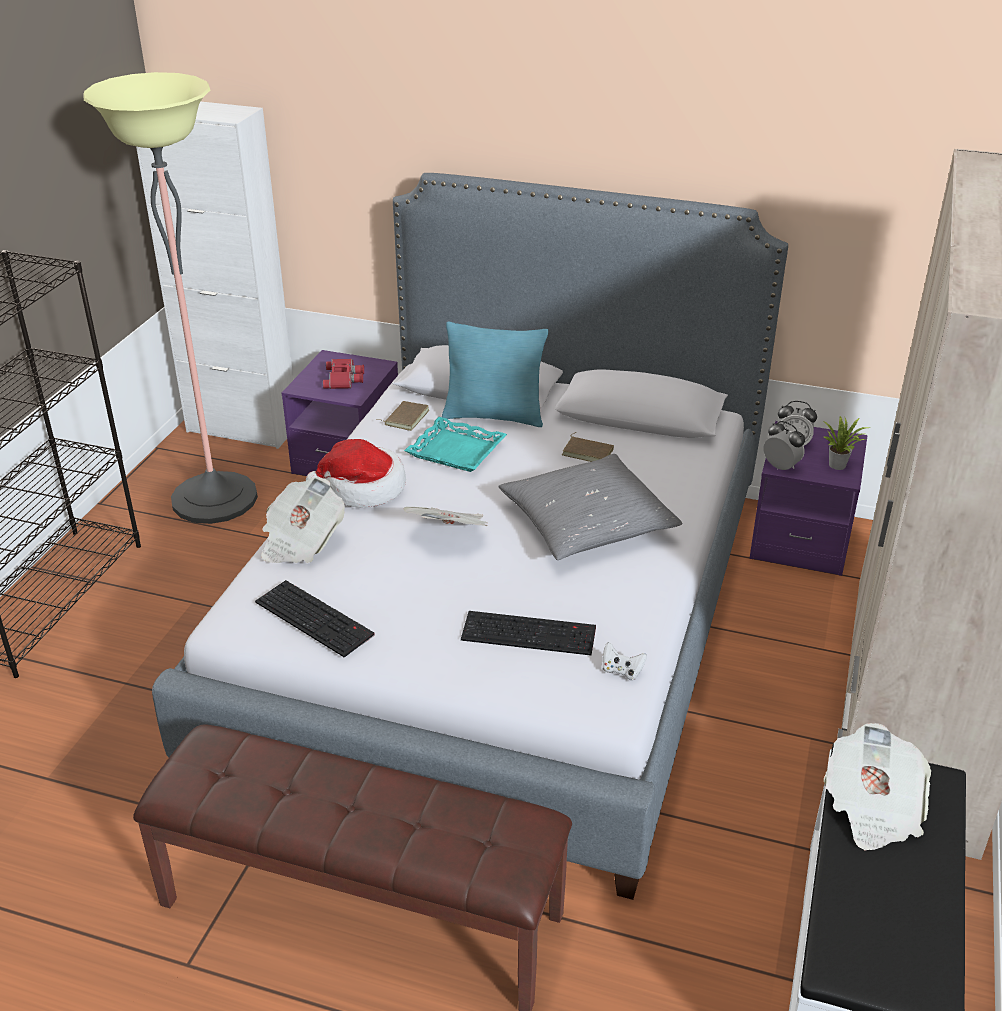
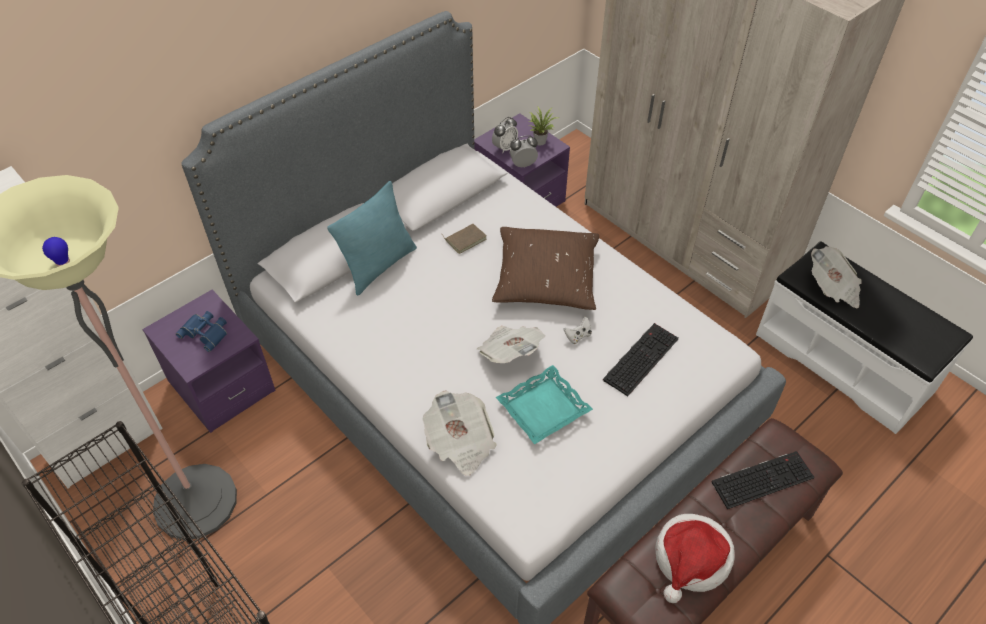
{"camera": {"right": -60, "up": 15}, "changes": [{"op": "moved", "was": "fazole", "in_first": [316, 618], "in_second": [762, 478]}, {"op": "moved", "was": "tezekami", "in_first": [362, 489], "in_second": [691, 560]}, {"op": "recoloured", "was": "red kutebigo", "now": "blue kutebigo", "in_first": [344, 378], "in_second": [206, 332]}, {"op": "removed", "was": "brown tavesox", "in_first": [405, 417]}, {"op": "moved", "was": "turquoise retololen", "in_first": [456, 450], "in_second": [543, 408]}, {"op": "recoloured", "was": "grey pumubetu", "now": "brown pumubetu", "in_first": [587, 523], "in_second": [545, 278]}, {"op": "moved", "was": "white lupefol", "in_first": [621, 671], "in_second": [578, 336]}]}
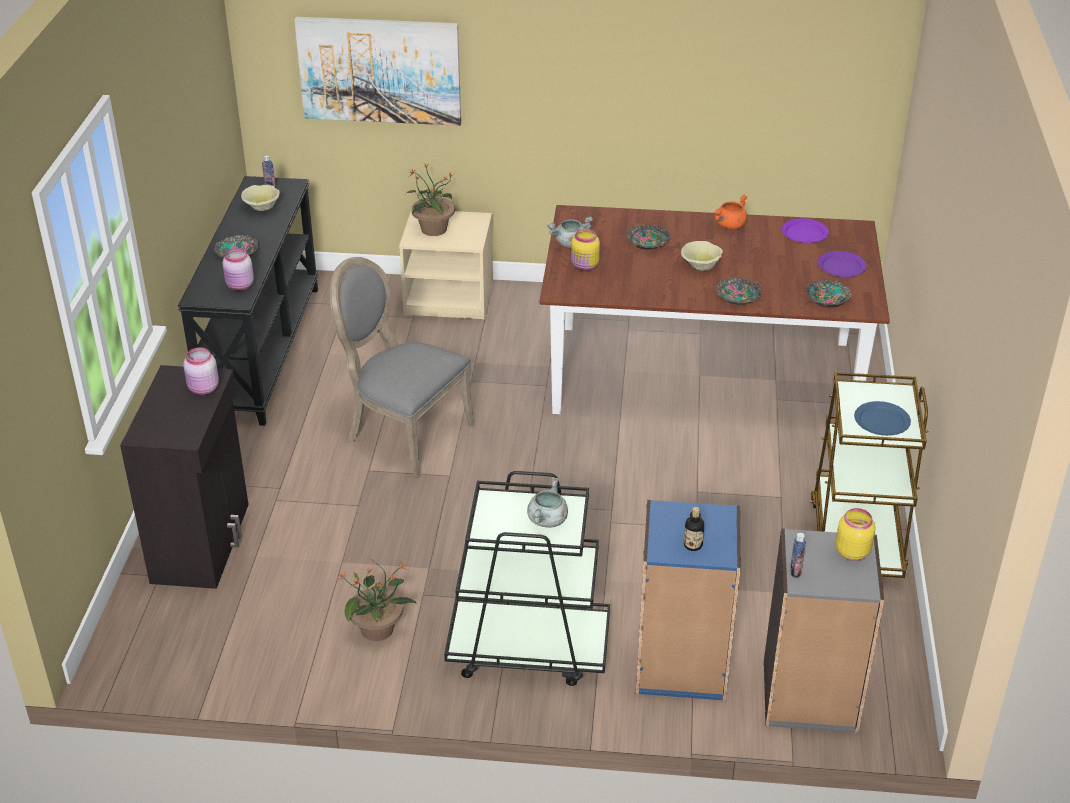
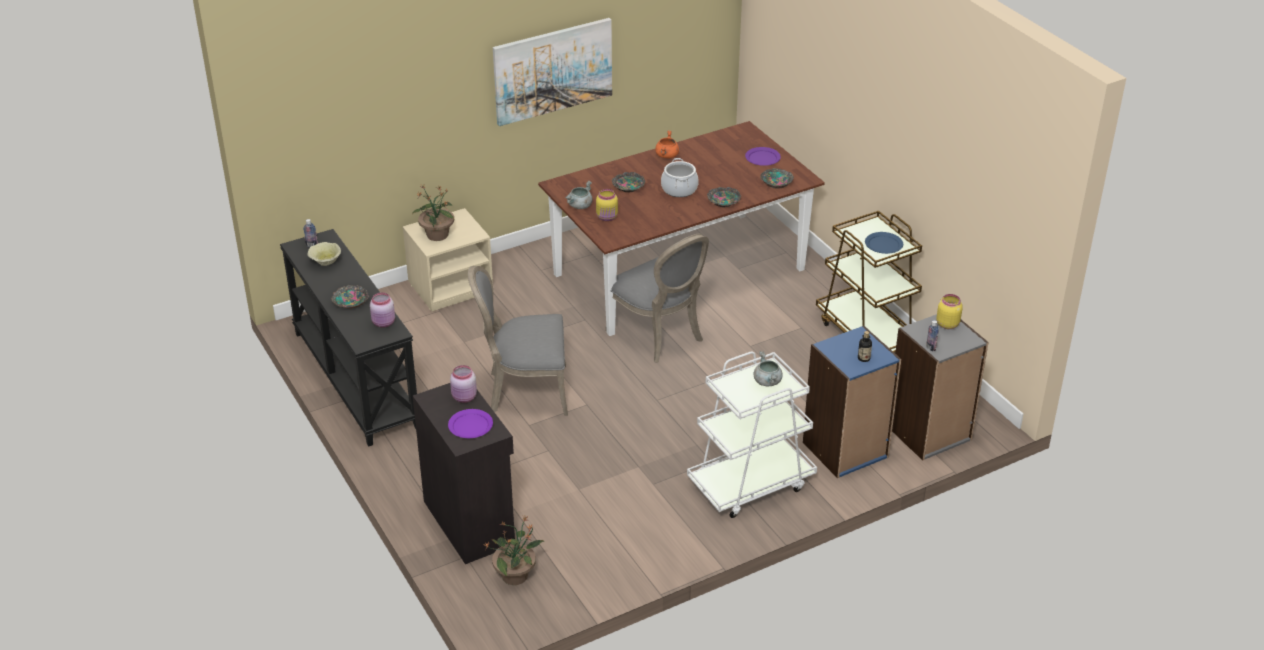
{"camera": {"right": -35, "up": 0}, "changes": [{"op": "moved", "was": "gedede", "in_first": [379, 70], "in_second": [552, 70]}, {"op": "moved", "was": "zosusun", "in_first": [378, 629], "in_second": [516, 575]}, {"op": "recoloured", "was": "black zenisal", "now": "white zenisal", "in_first": [527, 648], "in_second": [750, 483]}, {"op": "replaced", "was": "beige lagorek", "now": "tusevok", "in_first": [701, 265], "in_second": [679, 189]}, {"op": "moved", "was": "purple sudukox", "in_first": [805, 233], "in_second": [471, 425]}, {"op": "added", "now": "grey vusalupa", "in_second": [659, 336]}]}
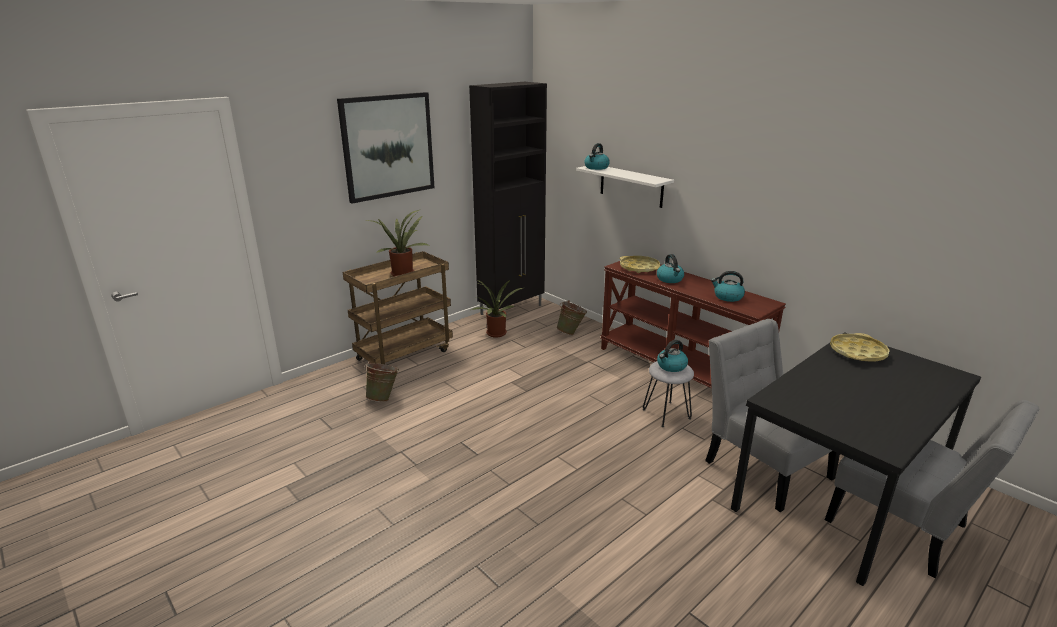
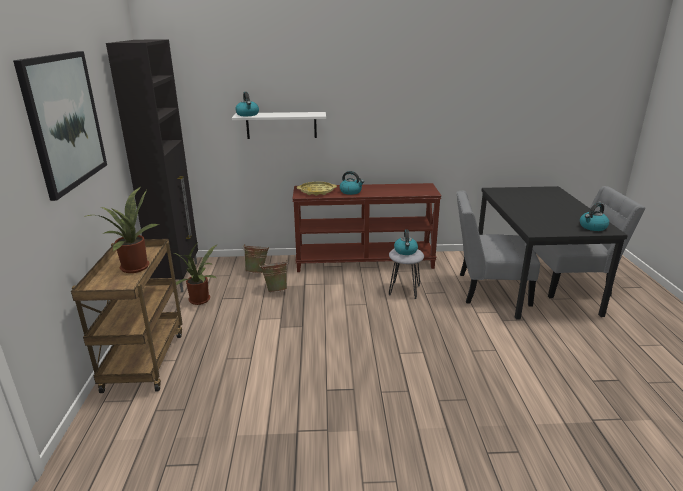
{"camera": {"right": -50, "up": 0}, "changes": [{"op": "moved", "was": "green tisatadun", "in_first": [383, 398], "in_second": [276, 290]}, {"op": "moved", "was": "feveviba", "in_first": [727, 297], "in_second": [592, 227]}, {"op": "removed", "was": "yellow retololen", "in_first": [857, 352]}]}
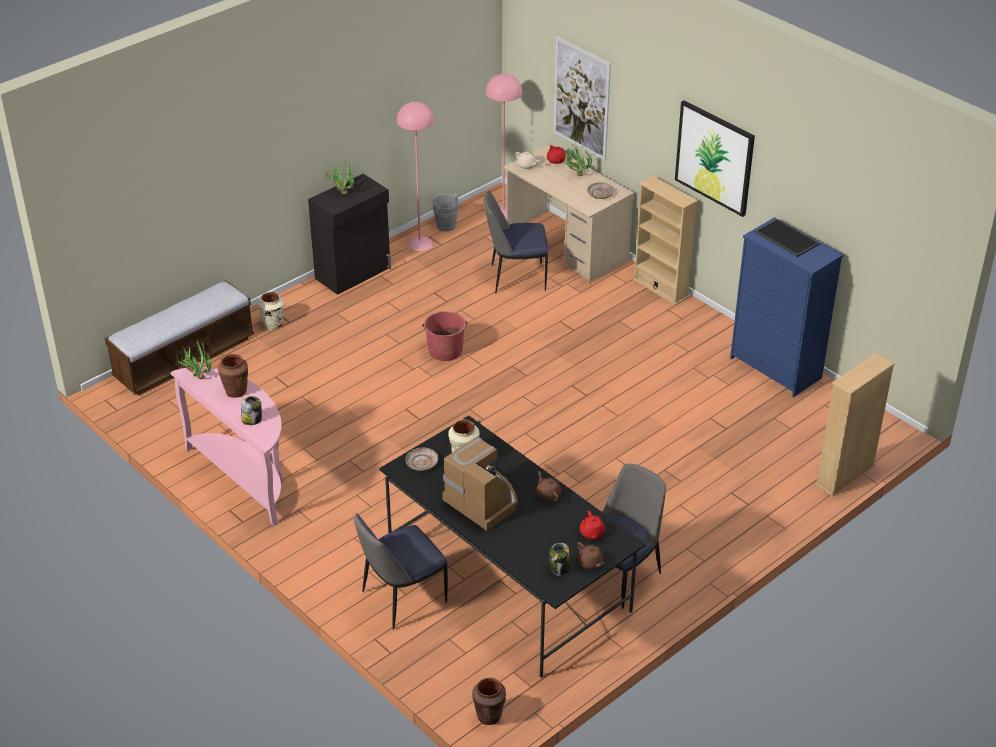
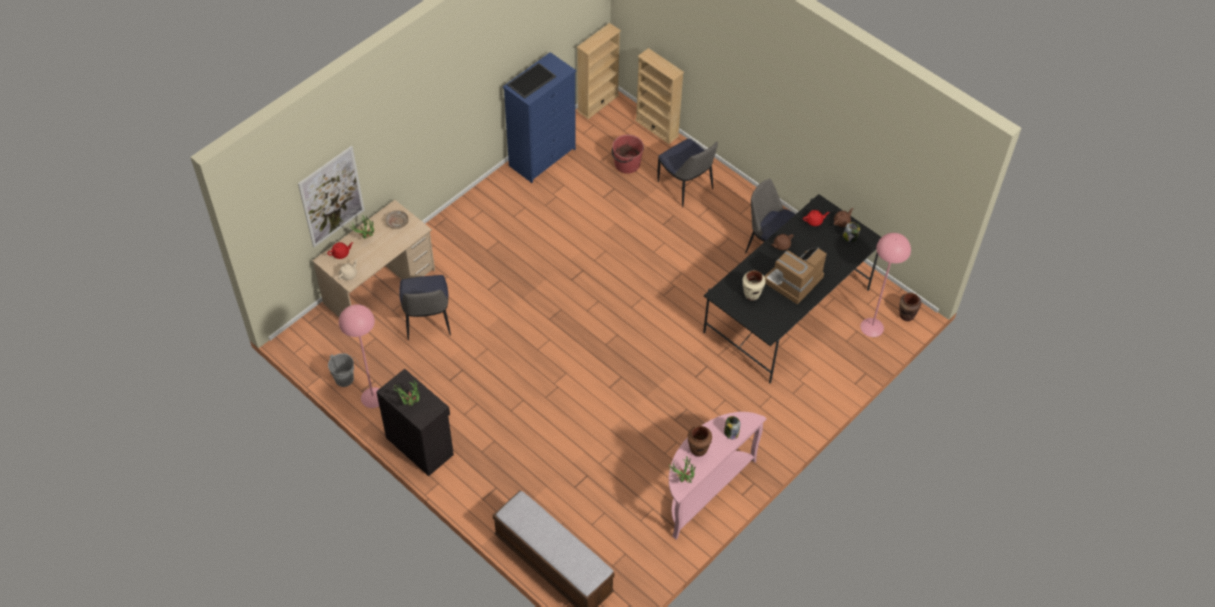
{"camera": {"right": -95, "up": 15}, "changes": [{"op": "removed", "was": "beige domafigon", "in_first": [273, 324]}, {"op": "moved", "was": "vusalupa", "in_first": [402, 598], "in_second": [686, 187]}, {"op": "removed", "was": "beige sudukox", "in_first": [422, 463]}, {"op": "moved", "was": "red tisatadun", "in_first": [445, 350], "in_second": [626, 164]}, {"op": "moved", "was": "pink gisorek", "in_first": [503, 214], "in_second": [872, 327]}, {"op": "moved", "was": "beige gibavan", "in_first": [660, 288], "in_second": [598, 103]}, {"op": "removed", "was": "gedede", "in_first": [714, 157]}]}
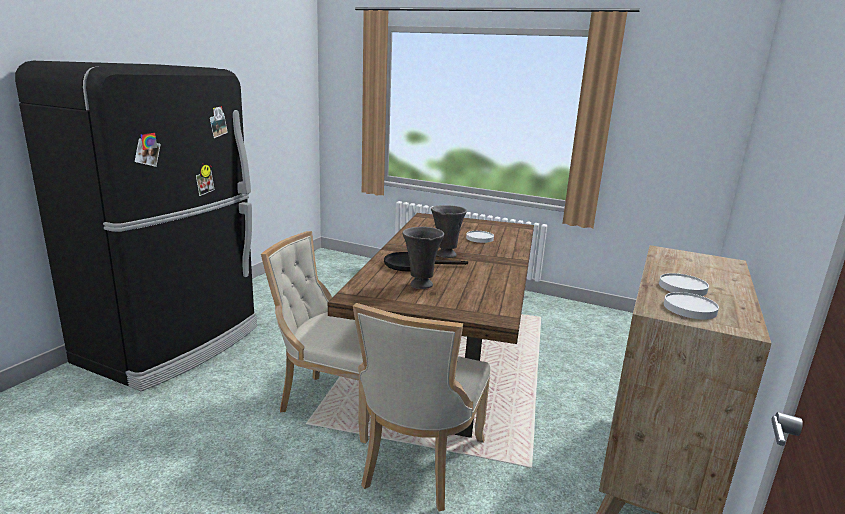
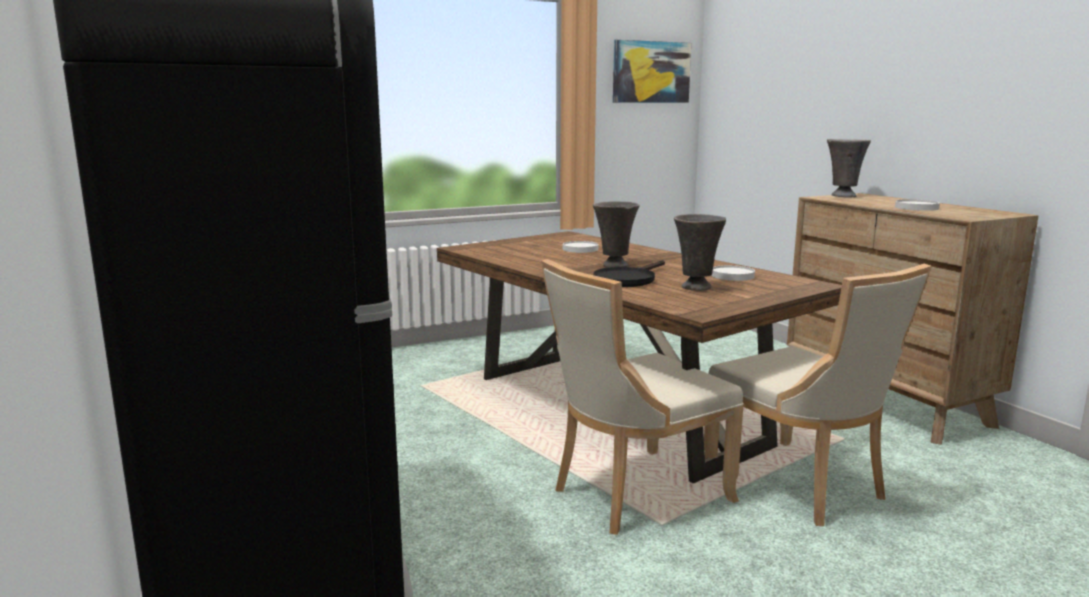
{"camera": {"right": -50, "up": -5}, "changes": [{"op": "moved", "was": "white sudukox", "in_first": [690, 308], "in_second": [733, 276]}, {"op": "added", "now": "gedede", "in_second": [651, 72]}, {"op": "added", "now": "grey domafigon", "in_second": [843, 196]}]}
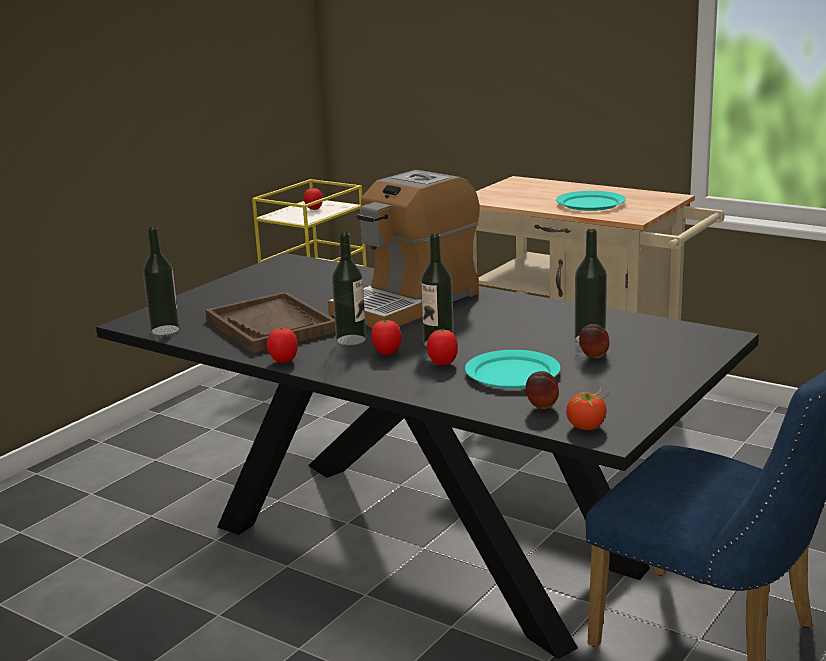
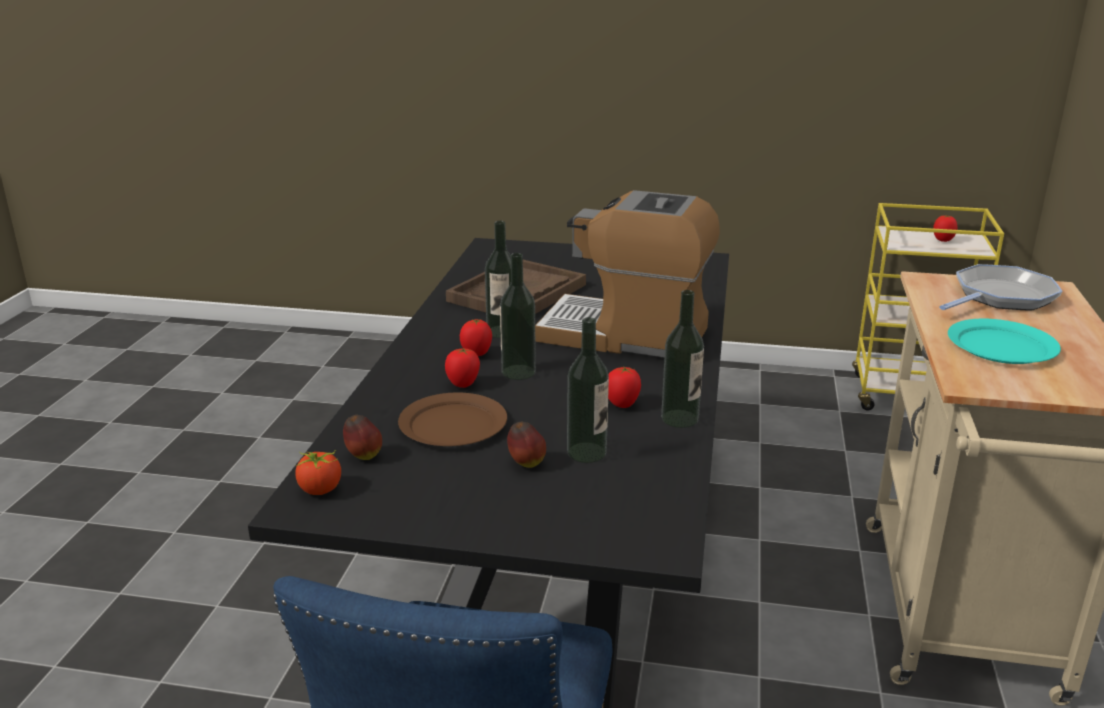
{"camera": {"right": 65, "up": 5}, "changes": [{"op": "moved", "was": "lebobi", "in_first": [165, 330], "in_second": [680, 418]}, {"op": "moved", "was": "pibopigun", "in_first": [284, 361], "in_second": [622, 405]}, {"op": "recoloured", "was": "turquoise sudukox", "now": "brown sudukox", "in_first": [512, 374], "in_second": [452, 425]}, {"op": "added", "now": "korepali", "in_second": [1000, 297]}]}
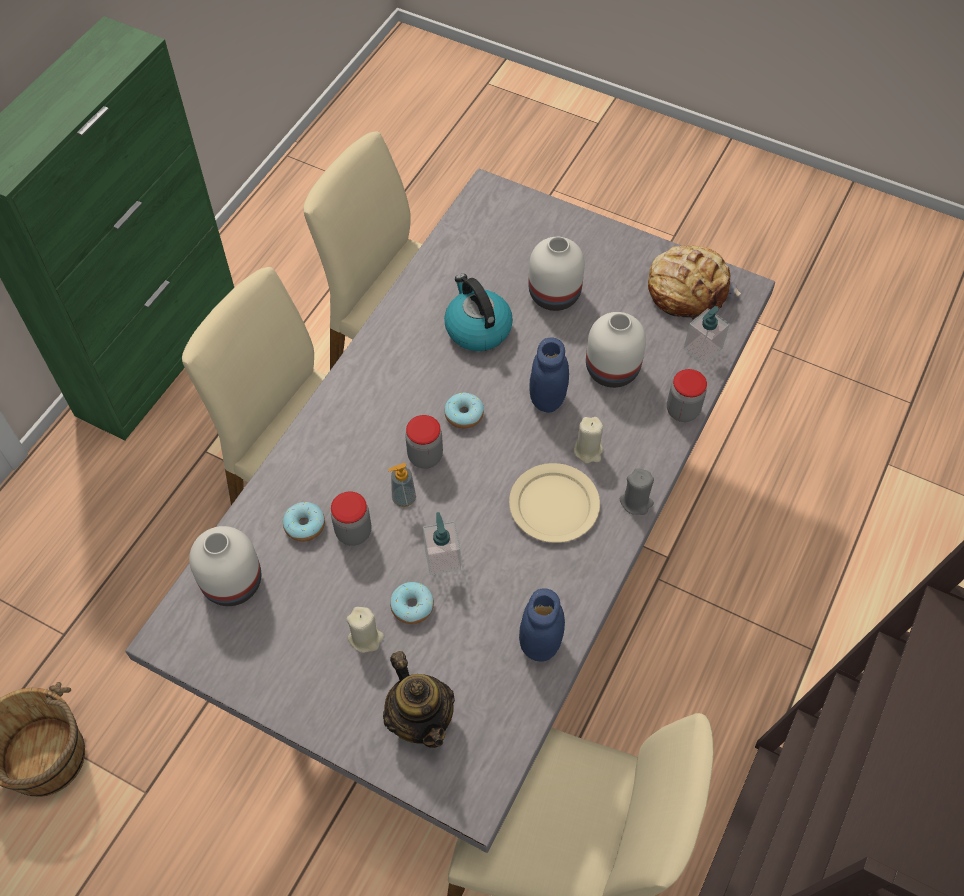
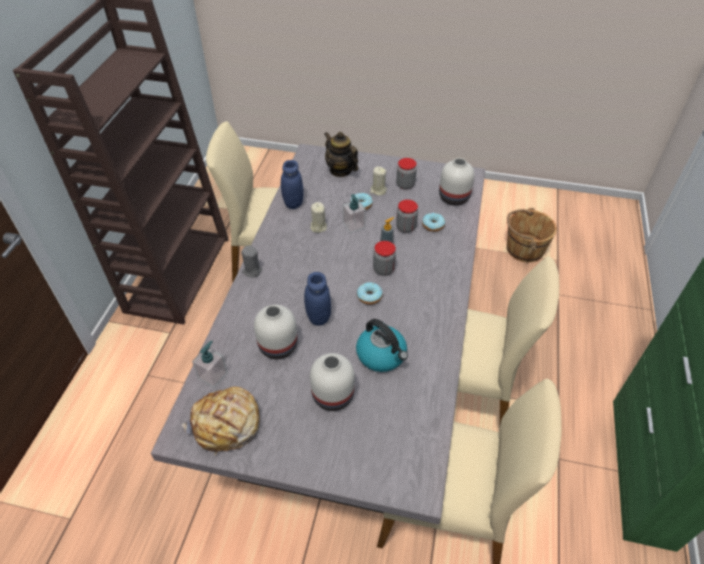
{"camera": {"right": 165, "up": -10}, "changes": [{"op": "removed", "was": "beige sudukox", "in_first": [554, 506]}, {"op": "moved", "was": "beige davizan", "in_first": [588, 450], "in_second": [318, 227]}, {"op": "moved", "was": "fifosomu", "in_first": [682, 410], "in_second": [405, 185]}]}
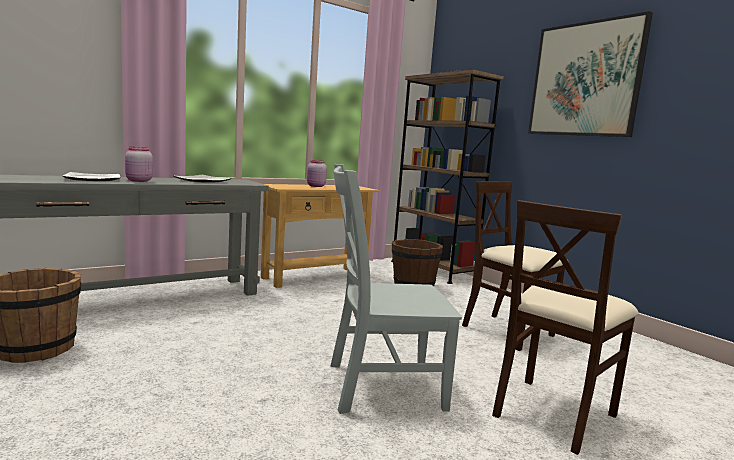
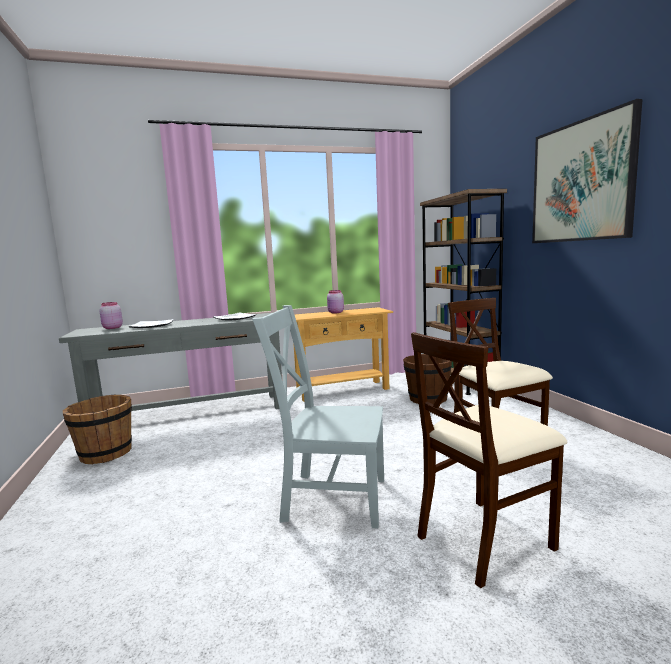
{"camera": {"right": 20, "up": 0}, "changes": [{"op": "moved", "was": "pink fifosomu", "in_first": [138, 181], "in_second": [112, 328]}]}
